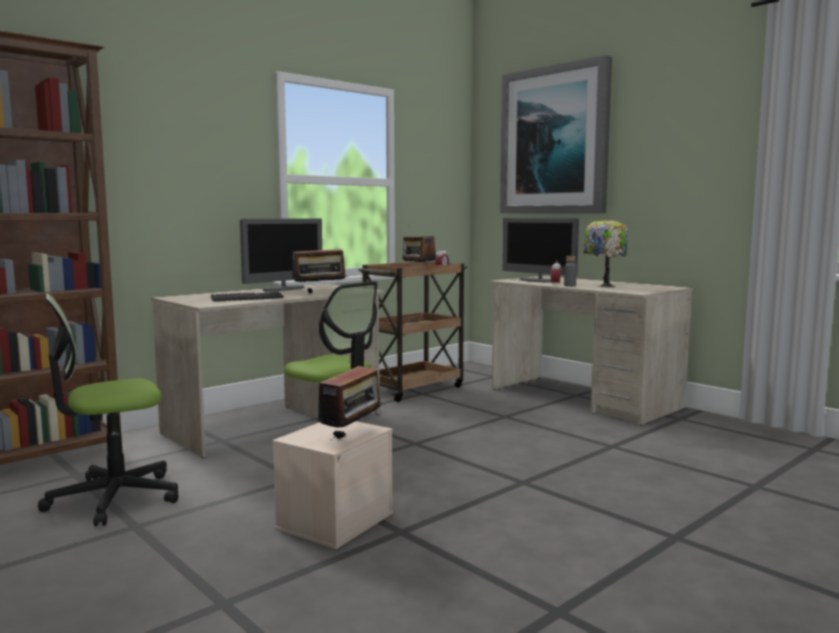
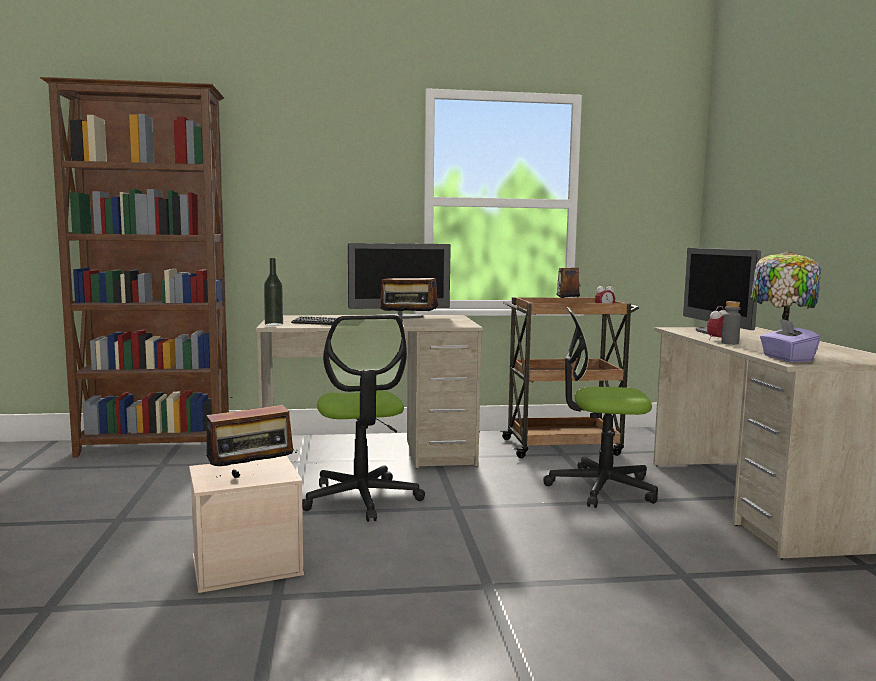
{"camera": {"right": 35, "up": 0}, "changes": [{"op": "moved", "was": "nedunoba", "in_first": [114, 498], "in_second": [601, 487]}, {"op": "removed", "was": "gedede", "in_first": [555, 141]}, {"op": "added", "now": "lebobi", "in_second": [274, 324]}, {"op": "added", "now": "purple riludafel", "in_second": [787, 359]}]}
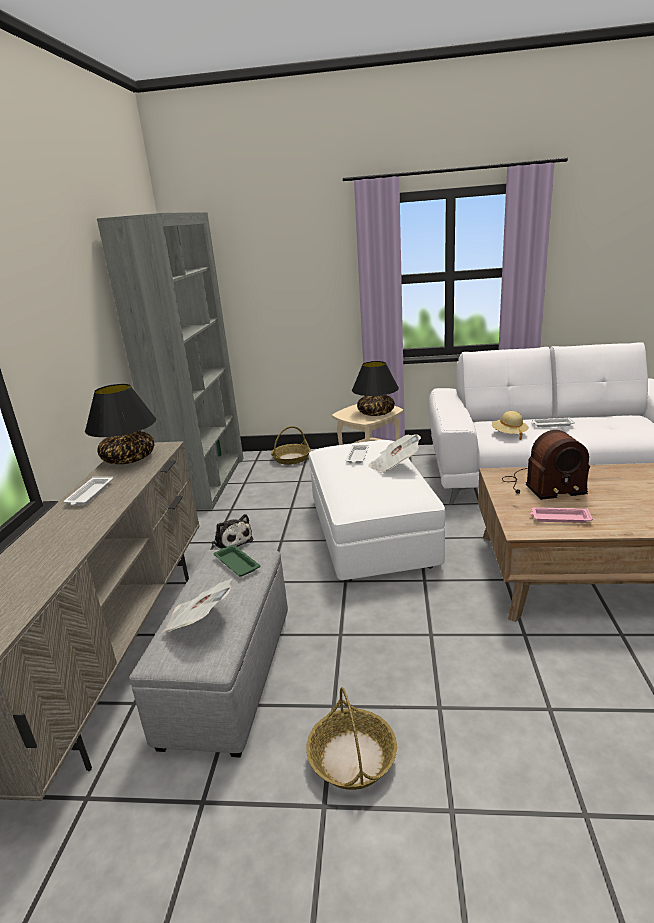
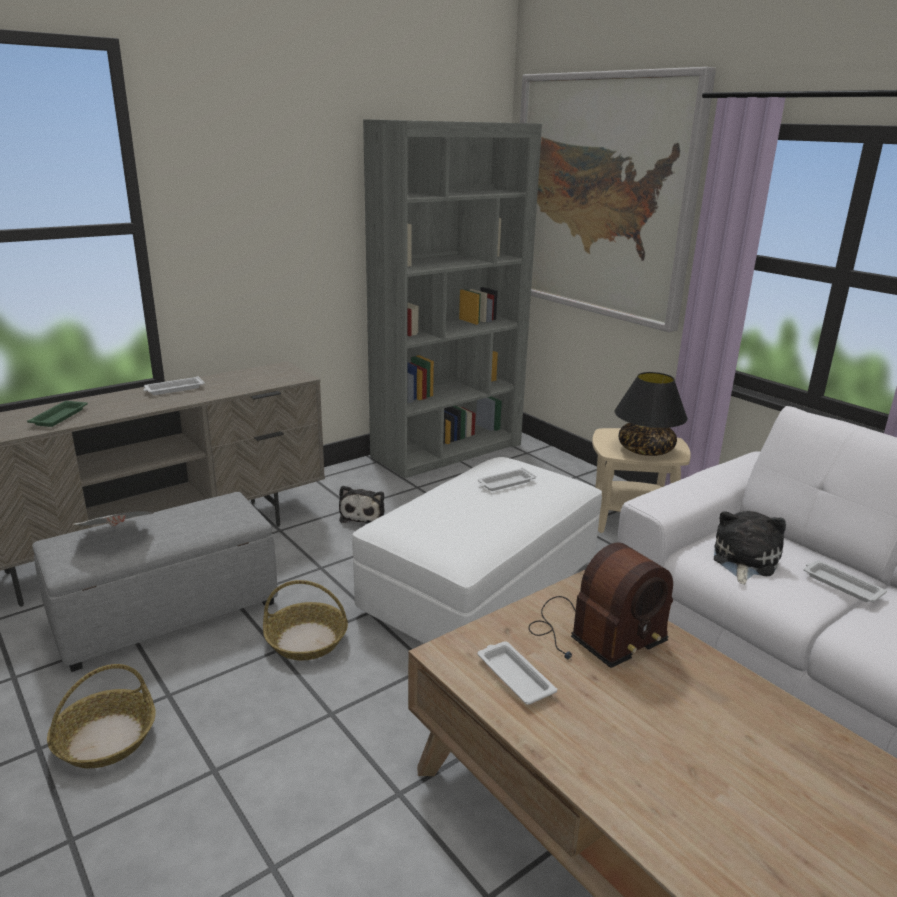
{"camera": {"right": 45, "up": 0}, "changes": [{"op": "removed", "was": "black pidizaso", "in_first": [128, 459]}, {"op": "moved", "was": "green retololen", "in_first": [236, 563], "in_second": [60, 416]}, {"op": "moved", "was": "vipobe", "in_first": [291, 459], "in_second": [306, 640]}, {"op": "removed", "was": "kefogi", "in_first": [394, 466]}, {"op": "replaced", "was": "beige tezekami", "now": "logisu", "in_first": [509, 434], "in_second": [743, 560]}, {"op": "turned", "was": "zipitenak", "in_first": [541, 486], "in_second": [594, 634], "clockwise": -75}, {"op": "recoloured", "was": "pink retololen", "now": "white retololen", "in_first": [559, 518], "in_second": [514, 676]}, {"op": "added", "now": "gedede", "in_second": [601, 196]}]}
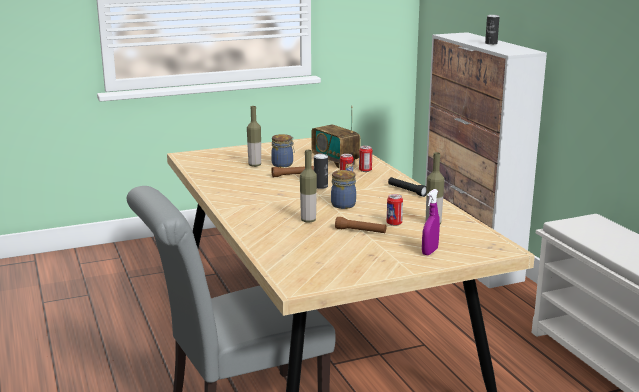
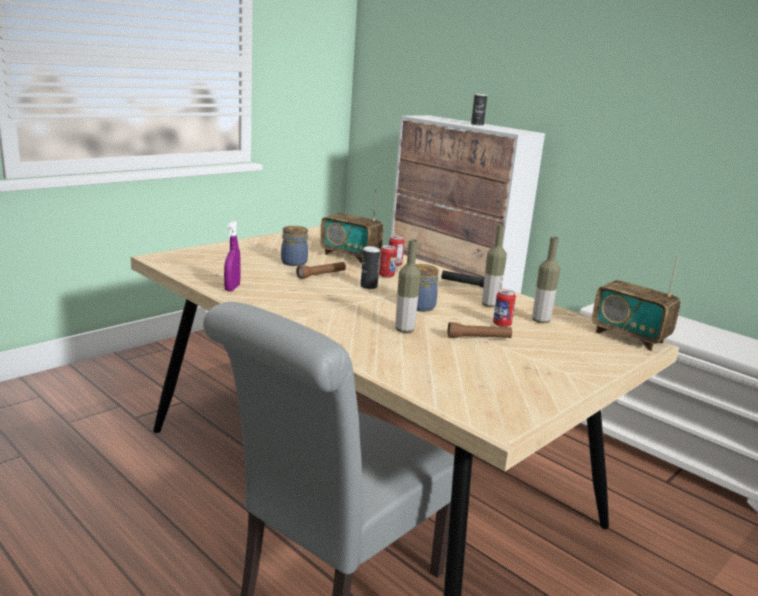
{"camera": {"right": -25, "up": 0}, "changes": [{"op": "moved", "was": "lebobi", "in_first": [254, 165], "in_second": [490, 305]}, {"op": "moved", "was": "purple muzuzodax", "in_first": [429, 252], "in_second": [232, 288]}, {"op": "added", "now": "zipitenak", "in_second": [629, 337]}]}
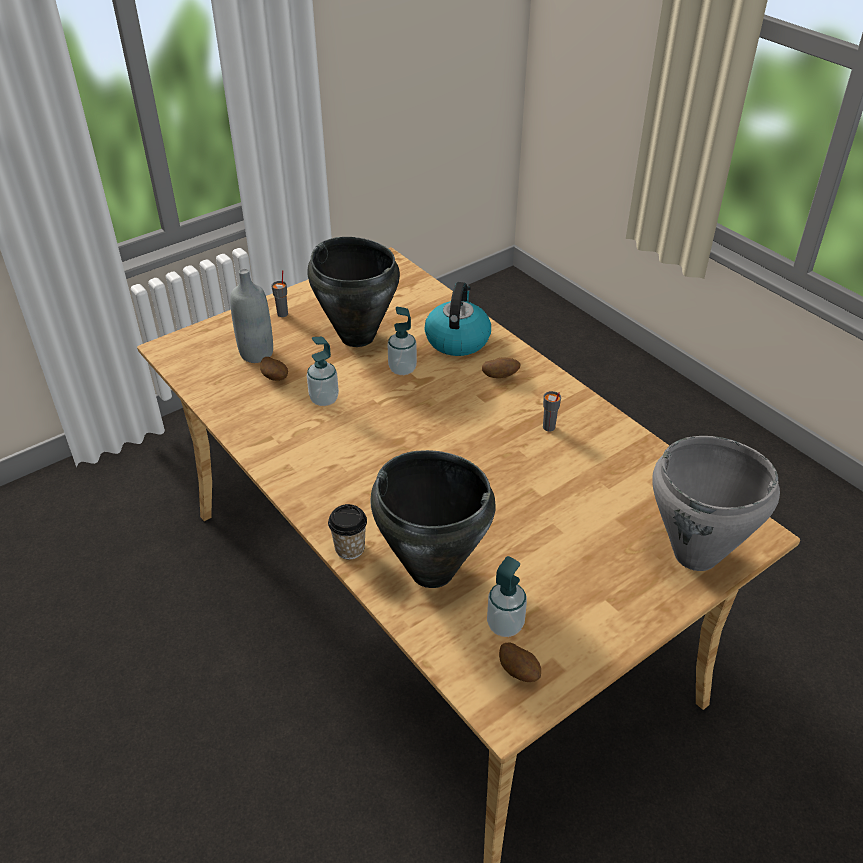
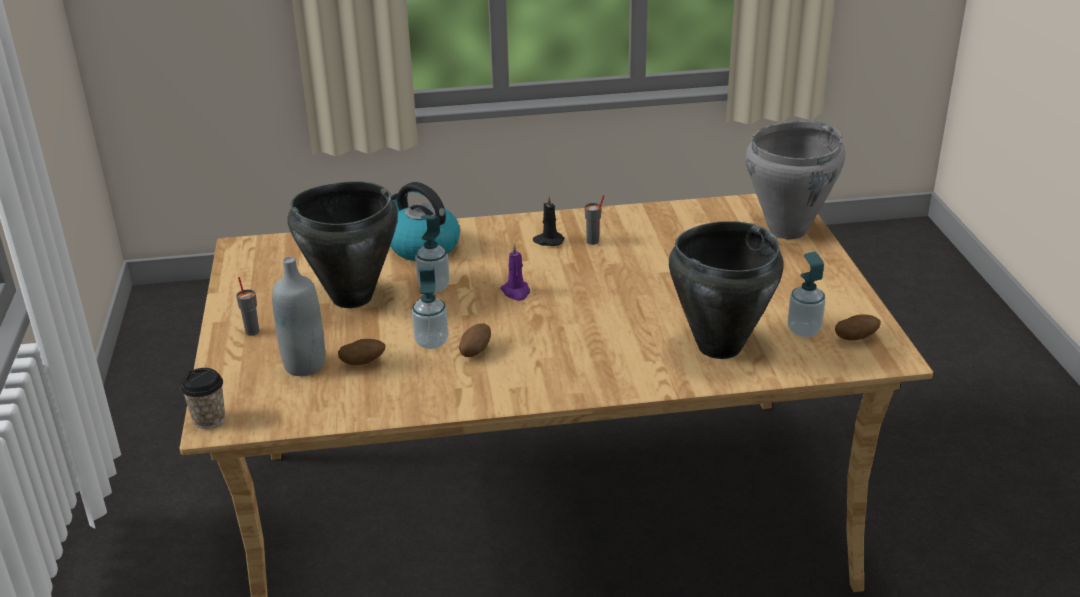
{"camera": {"right": -60, "up": -10}, "changes": [{"op": "moved", "was": "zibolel", "in_first": [349, 548], "in_second": [209, 419]}, {"op": "moved", "was": "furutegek", "in_first": [500, 376], "in_second": [475, 352]}, {"op": "added", "now": "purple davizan", "in_second": [516, 292]}, {"op": "added", "now": "black davizan", "in_second": [548, 241]}]}
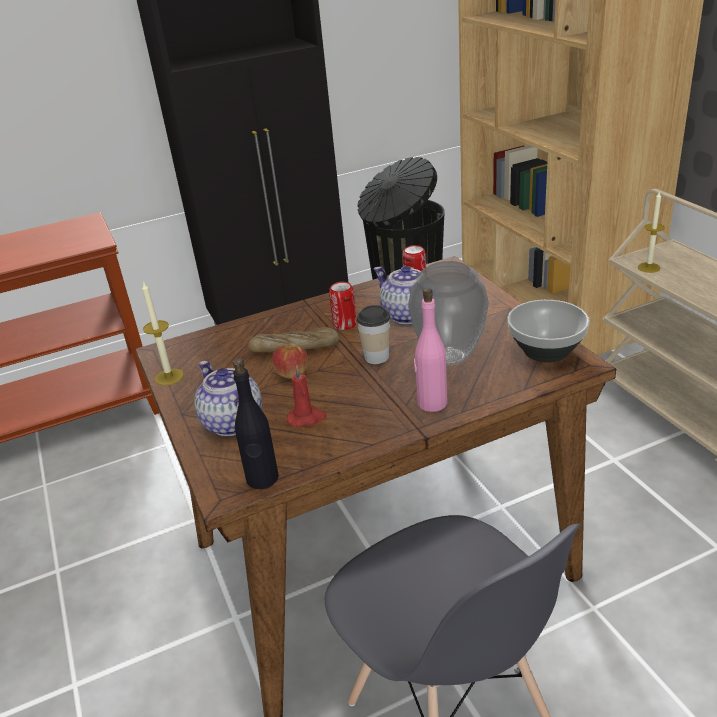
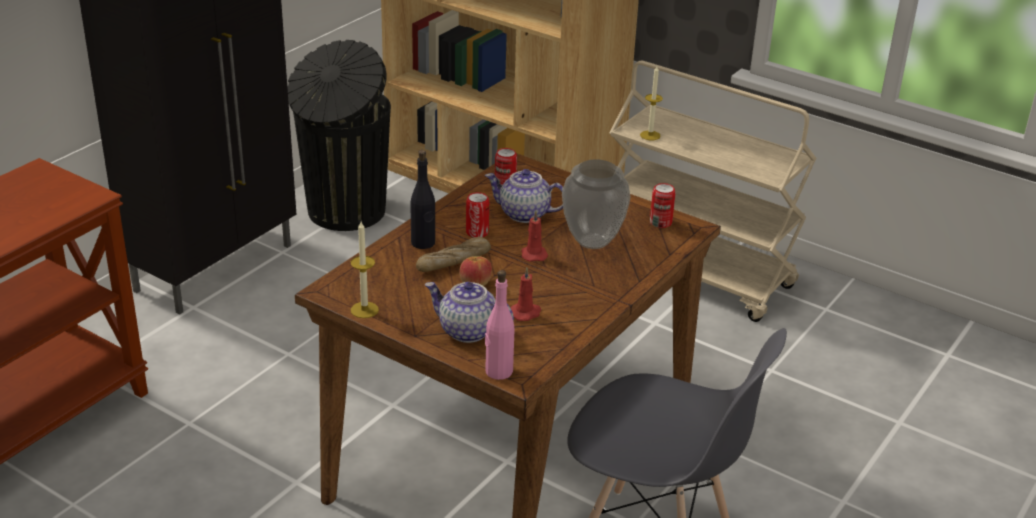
{"camera": {"right": -35, "up": 0}, "changes": [{"op": "moved", "was": "black lebobi", "in_first": [262, 479], "in_second": [423, 243]}, {"op": "replaced", "was": "zibolel", "now": "red davizan", "in_first": [376, 357], "in_second": [533, 254]}, {"op": "moved", "was": "pink lebobi", "in_first": [431, 403], "in_second": [498, 371]}, {"op": "replaced", "was": "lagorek", "now": "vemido", "in_first": [545, 351], "in_second": [660, 222]}]}
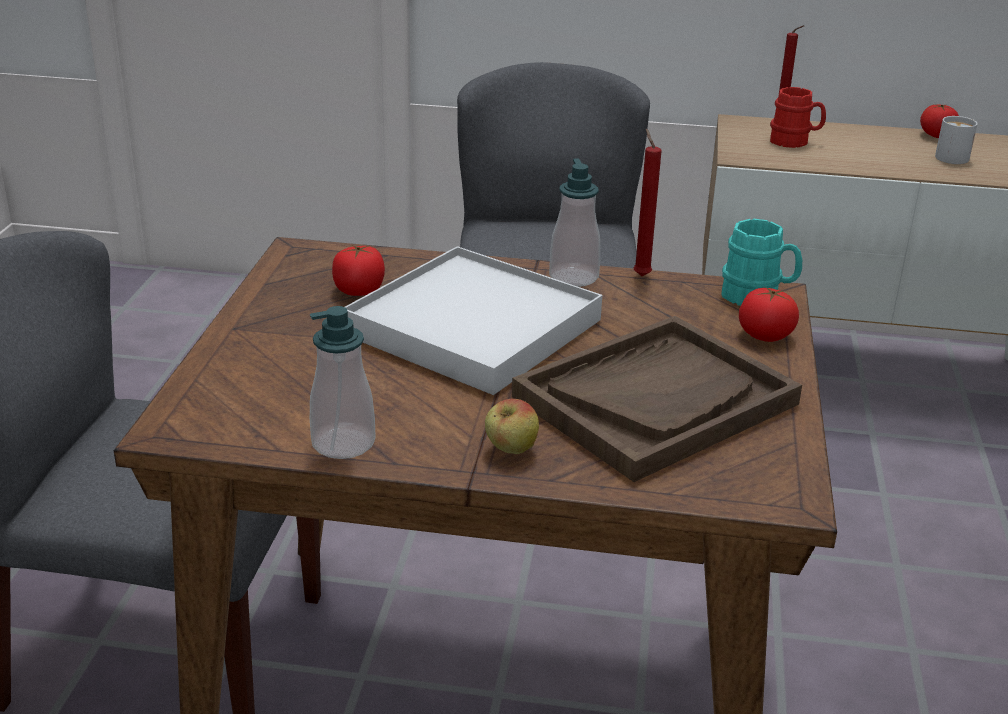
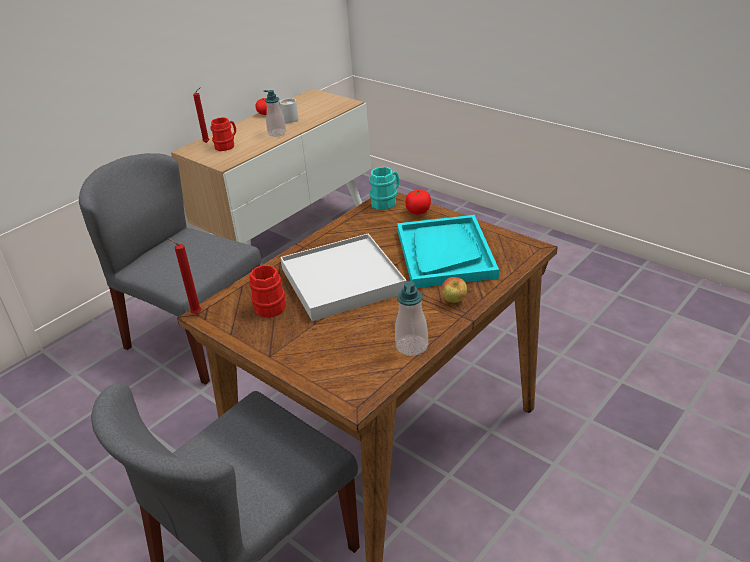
{"camera": {"right": -55, "up": 5}, "changes": [{"op": "replaced", "was": "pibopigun", "now": "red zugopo", "in_first": [359, 290], "in_second": [271, 304]}, {"op": "recoloured", "was": "brown retololen", "now": "turquoise retololen", "in_first": [655, 400], "in_second": [445, 253]}, {"op": "moved", "was": "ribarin", "in_first": [573, 277], "in_second": [277, 133]}, {"op": "moved", "was": "red davizan", "in_first": [640, 275], "in_second": [195, 313]}]}
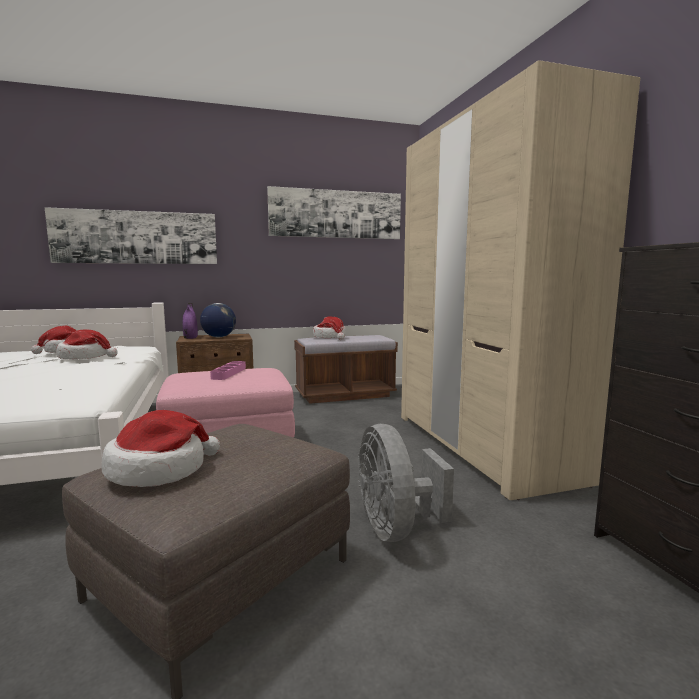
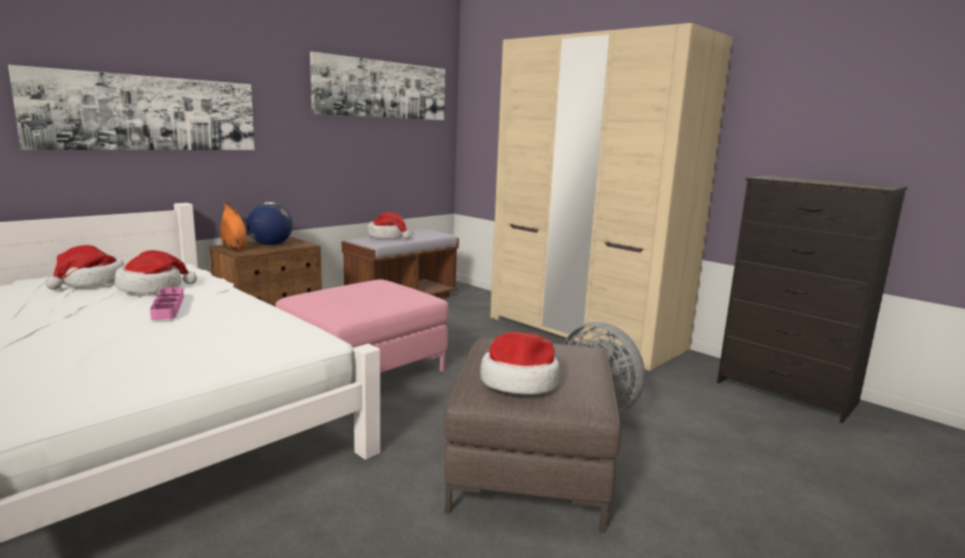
{"camera": {"right": -30, "up": 5}, "changes": [{"op": "recoloured", "was": "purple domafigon", "now": "orange domafigon", "in_first": [190, 337], "in_second": [234, 248]}, {"op": "moved", "was": "pink retololen", "in_first": [229, 373], "in_second": [168, 307]}]}
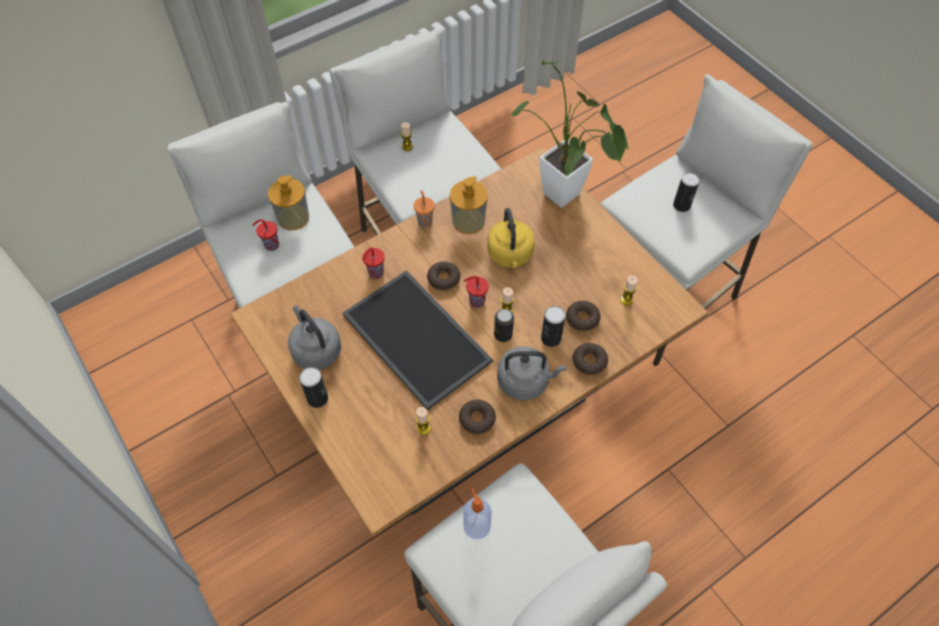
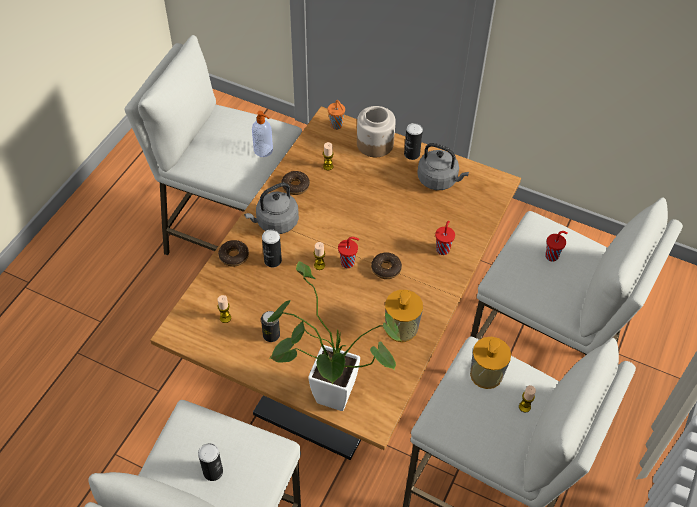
{"camera": {"right": 150, "up": -5}, "changes": [{"op": "moved", "was": "ribarin", "in_first": [293, 218], "in_second": [486, 374]}, {"op": "removed", "was": "retololen", "in_first": [419, 338]}, {"op": "moved", "was": "orange zibolel", "in_first": [425, 221], "in_second": [336, 126]}, {"op": "removed", "was": "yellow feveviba", "in_first": [510, 255]}, {"op": "moved", "was": "vemido", "in_first": [503, 334], "in_second": [271, 335]}, {"op": "removed", "was": "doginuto", "in_first": [582, 319]}, {"op": "added", "now": "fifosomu", "in_second": [374, 144]}]}
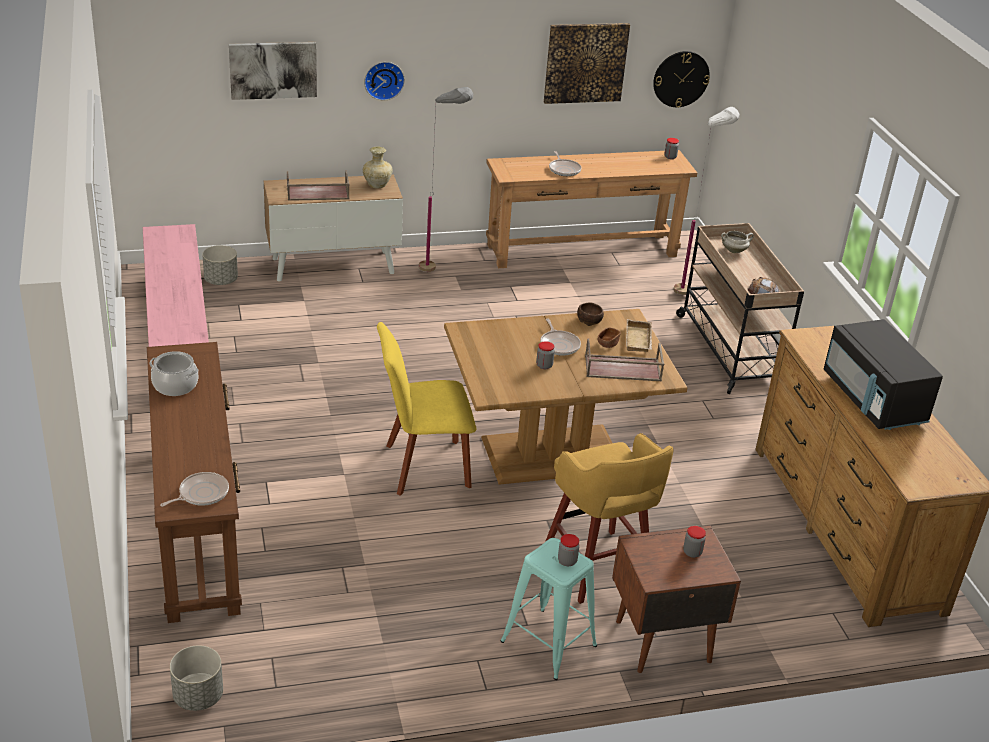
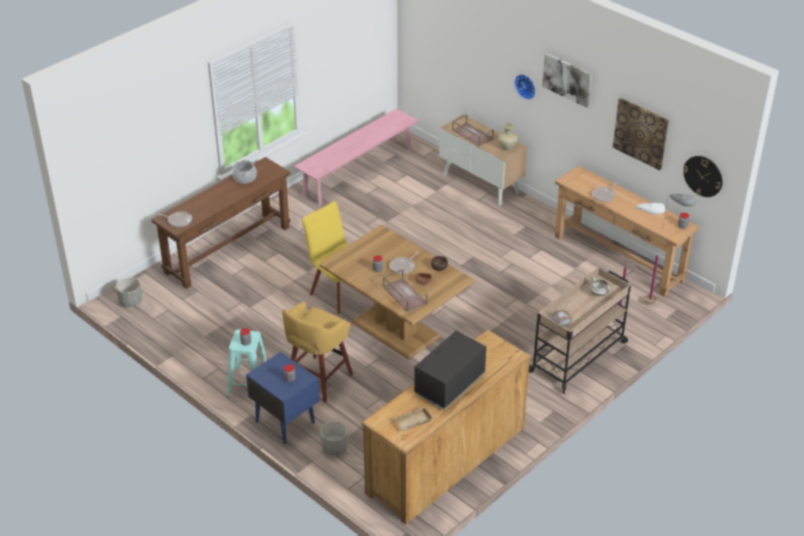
{"camera": {"right": 60, "up": 5}, "changes": [{"op": "moved", "was": "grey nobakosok", "in_first": [221, 281], "in_second": [334, 448]}, {"op": "moved", "was": "gedede", "in_first": [273, 69], "in_second": [567, 79]}, {"op": "moved", "was": "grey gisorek", "in_first": [440, 269], "in_second": [659, 307]}, {"op": "recoloured", "was": "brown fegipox", "now": "blue fegipox", "in_first": [661, 640], "in_second": [285, 421]}, {"op": "moved", "was": "beige retololen", "in_first": [639, 340], "in_second": [413, 422]}]}
